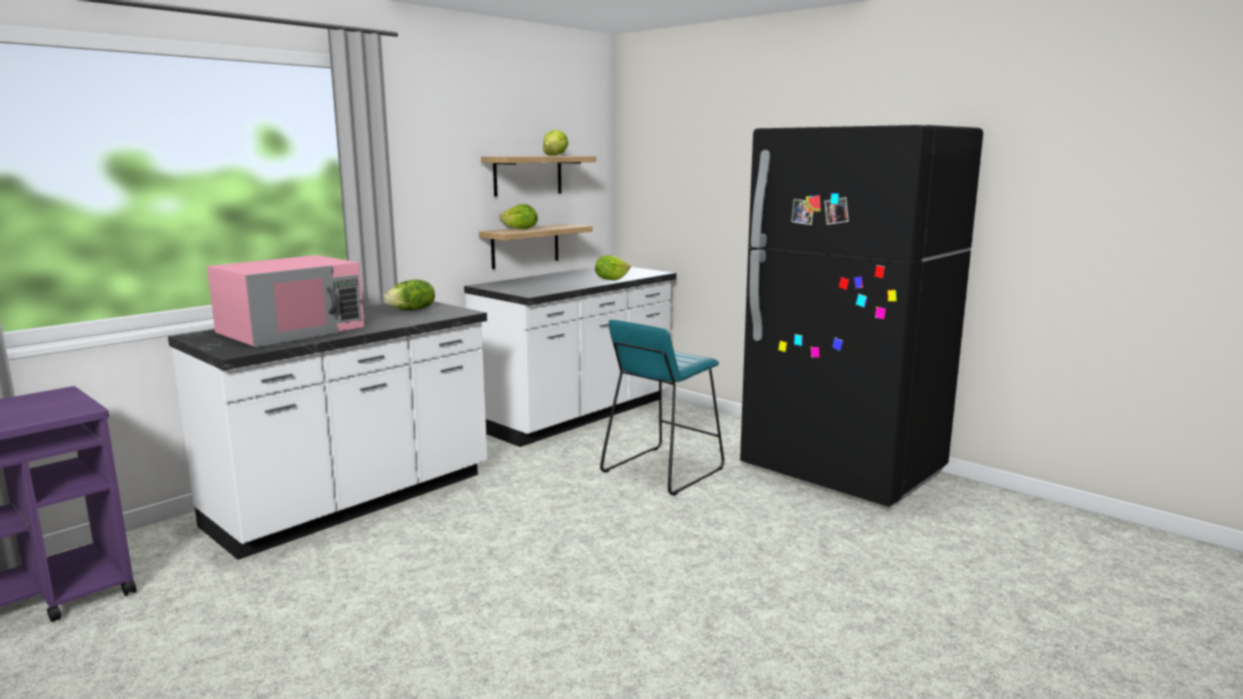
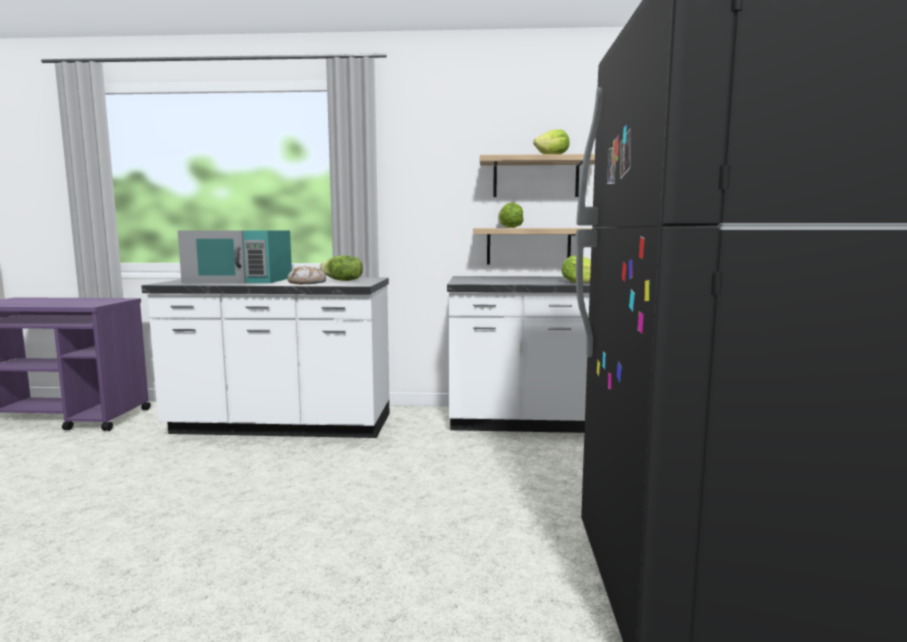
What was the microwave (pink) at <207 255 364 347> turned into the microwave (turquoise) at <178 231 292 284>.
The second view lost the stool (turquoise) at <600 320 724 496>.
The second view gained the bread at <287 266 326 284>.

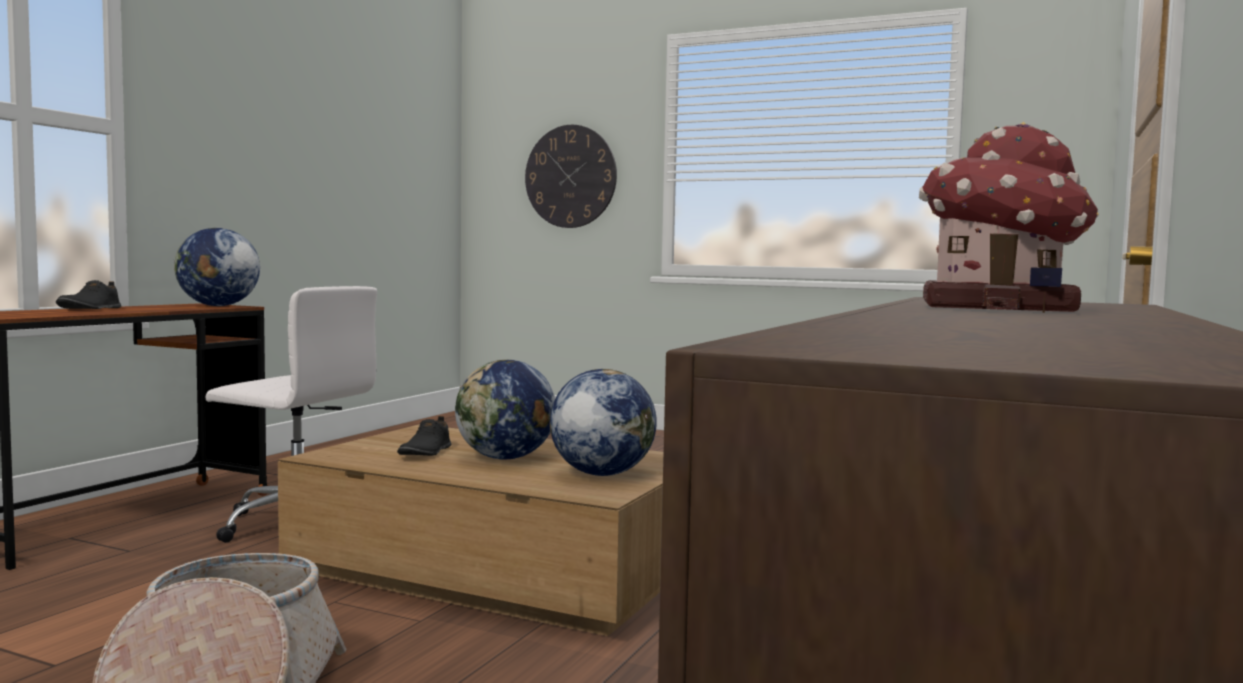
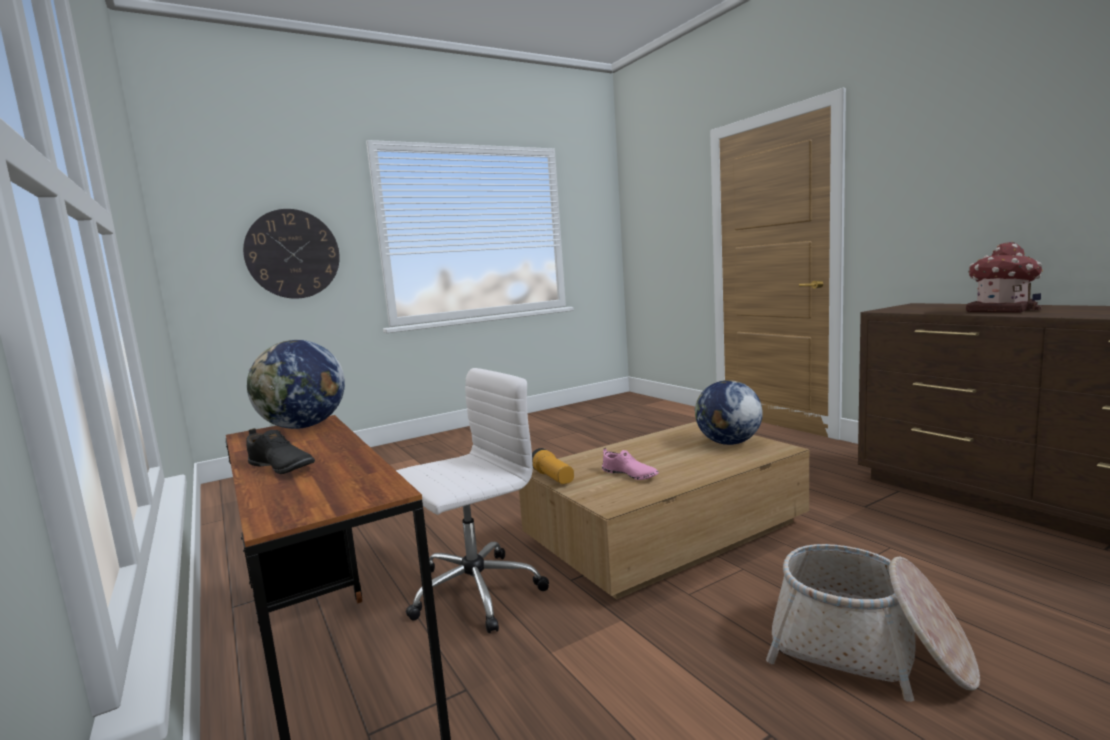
What was the shoe (black) at <397 416 451 456> turned into the shoe (pink) at <602 448 659 480>.
The second view lost the globe at <455 360 555 459>.
The second view gained the flashlight at <532 448 574 484>.

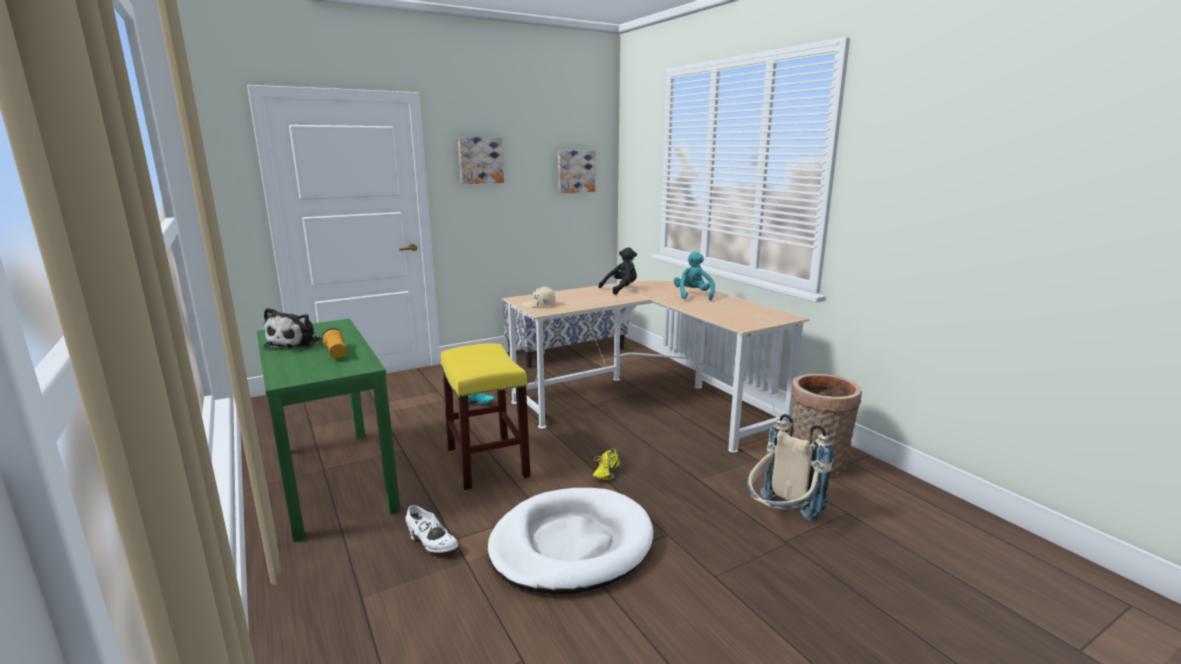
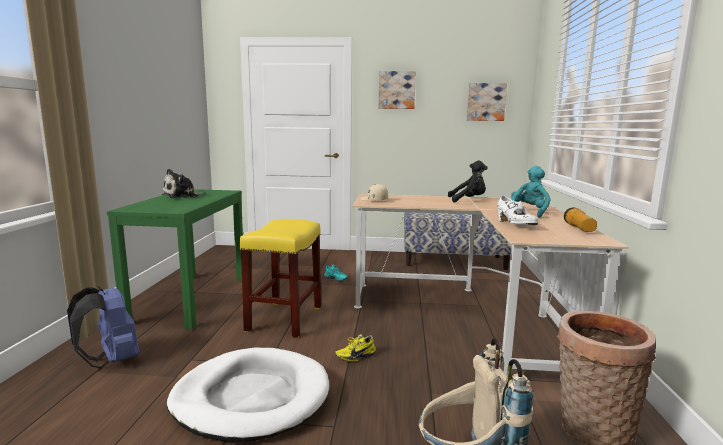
The flashlight ended up elsewhere, having gone from <322 328 347 359> to <564 207 597 232>.
The shoe (white) ended up elsewhere, having gone from <405 505 458 553> to <497 195 538 226>.
The second view gained the backpack (blue) at <67 286 140 368>.

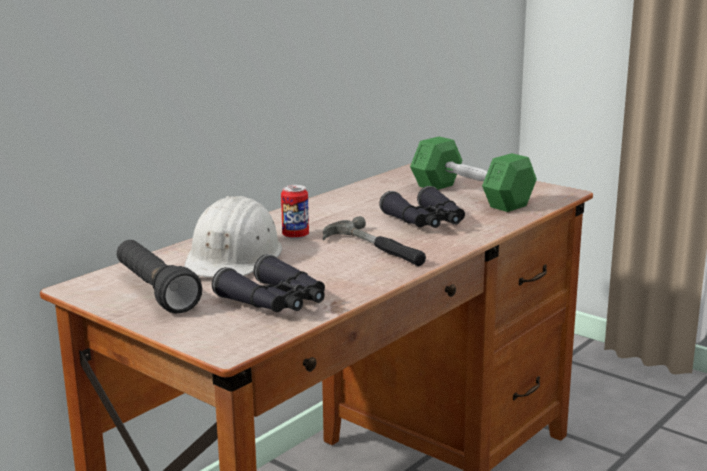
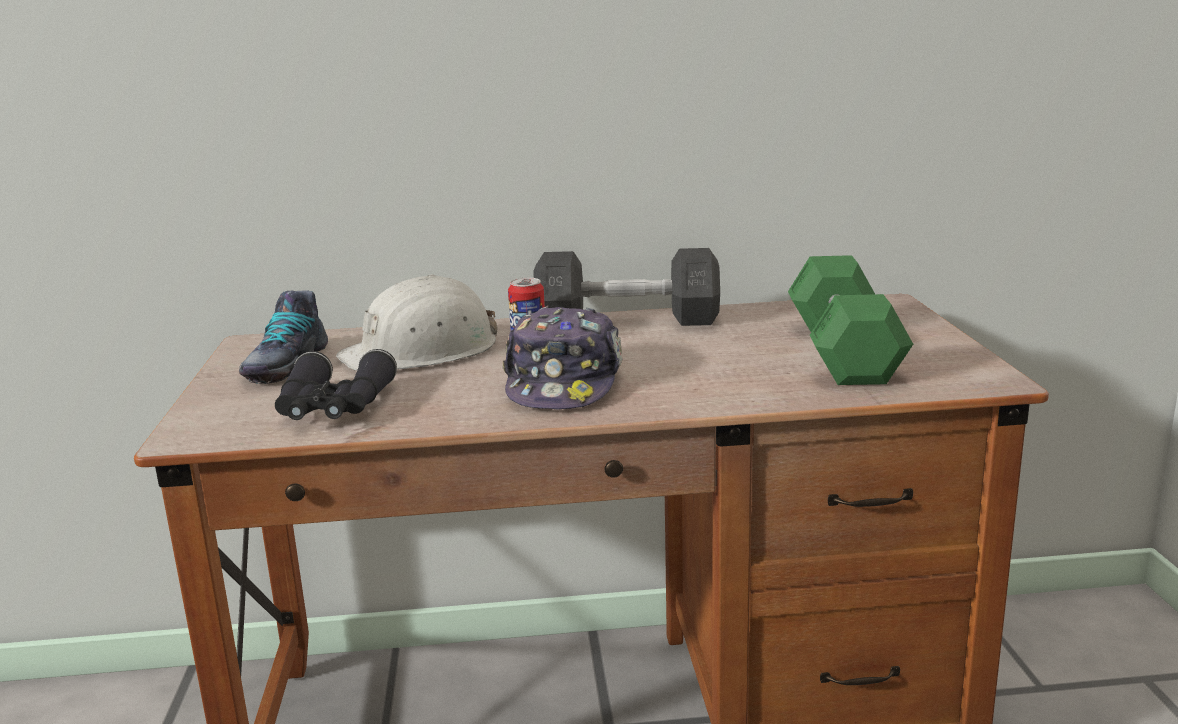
Where the flashlight (black) stood at <117 240 202 314>, the shoe came to stand at <239 290 328 384>.
Where the hammer stood at <323 216 426 266>, the cap came to stand at <502 306 622 410>.
The second view lost the binoculars (black) at <379 186 465 228>.
The second view gained the dumbbell (grey) at <533 248 720 326>.

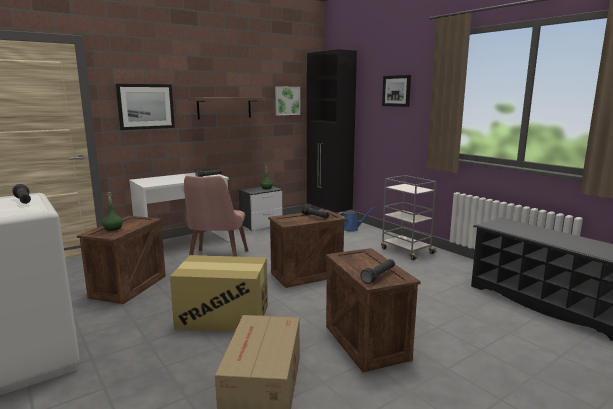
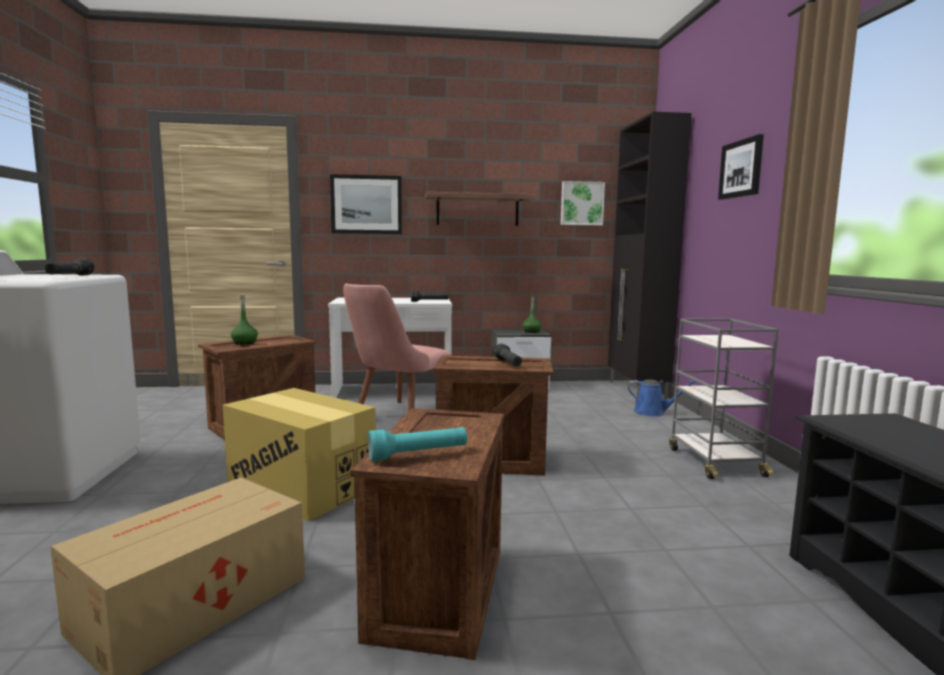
What was the flashlight (black) at <360 259 395 284> turned into the flashlight (turquoise) at <368 427 467 461>.

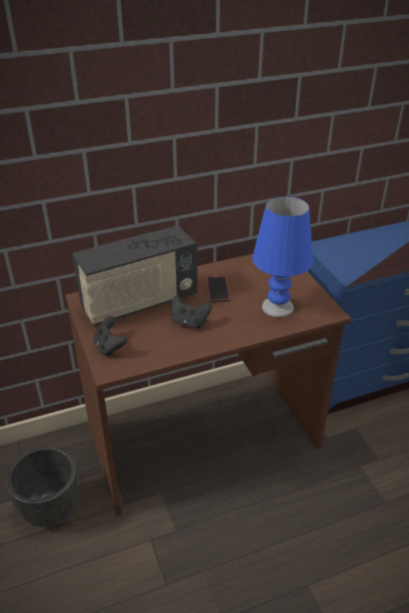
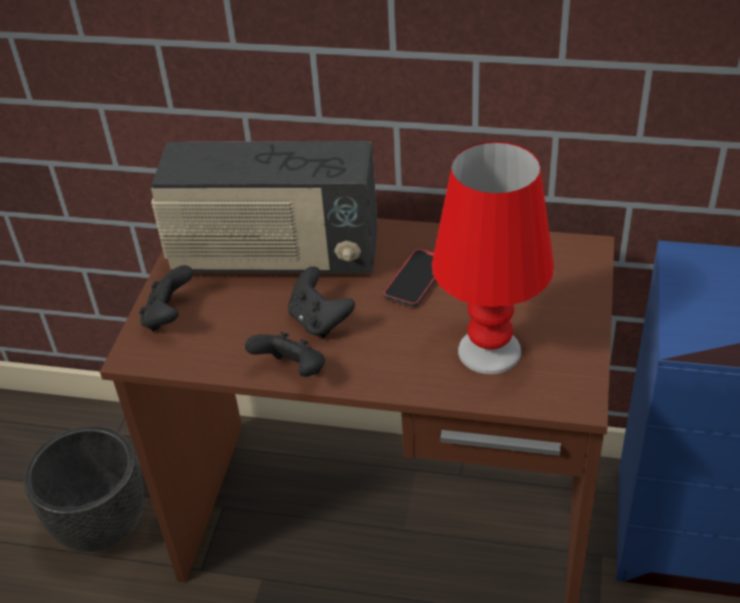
What was the table lamp (blue) at <252 196 313 317> turned into the table lamp (red) at <432 141 554 374>.
The second view gained the game controller (black) at <245 332 325 377>.

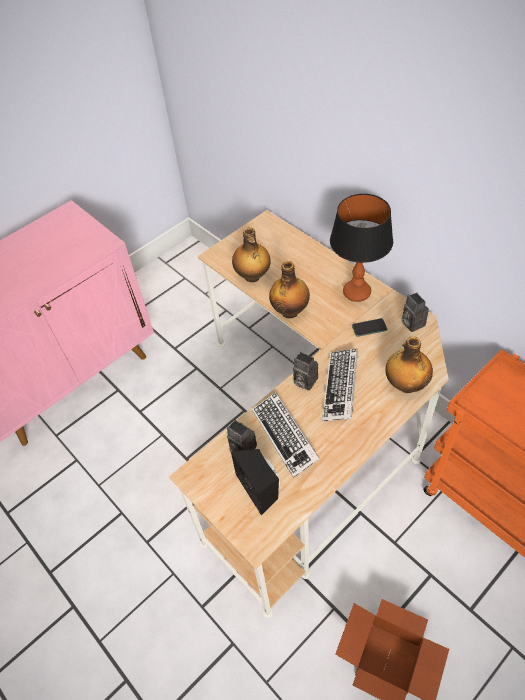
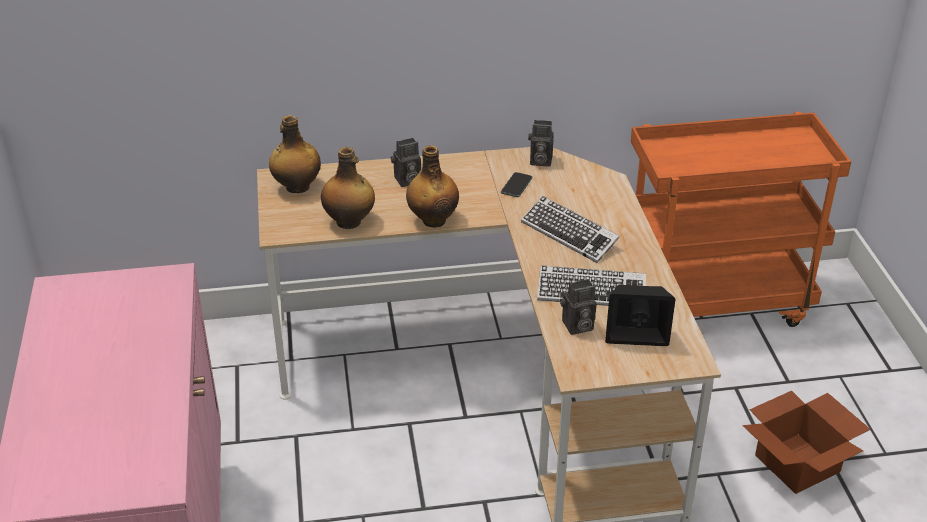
The photo camera ended up elsewhere, having gone from <293 352 318 391> to <390 138 421 187>.
The second view lost the table lamp at <330 194 393 302>.
The bottle ended up elsewhere, having gone from <385 337 433 393> to <269 115 321 193>.

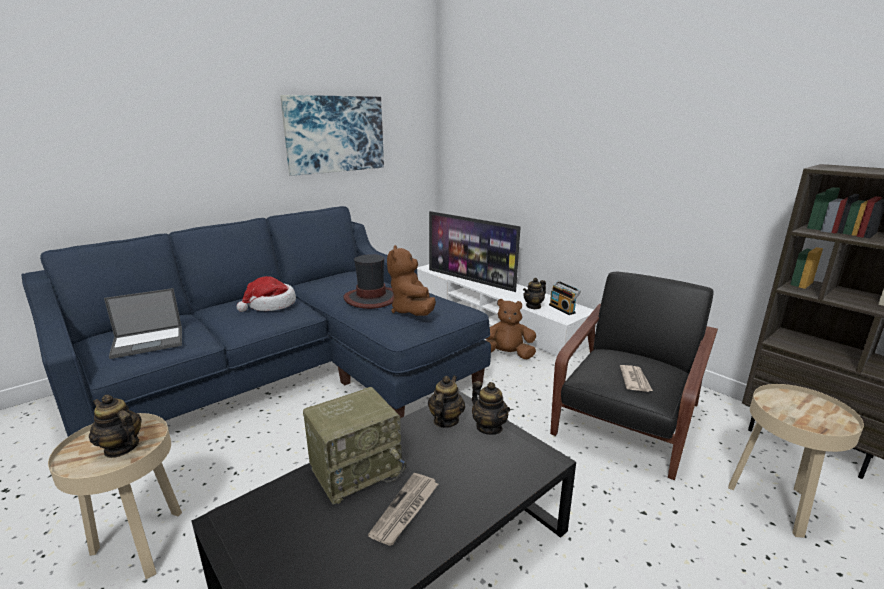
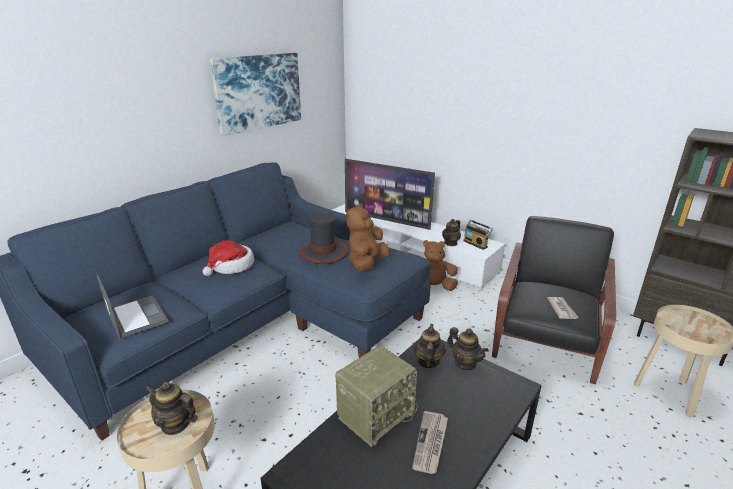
The laptop at <104 288 182 359> ended up facing another way, 90 degrees counterclockwise from before.
The plush toy (brown) at <387 245 436 316> ended up facing another way, 45 degrees clockwise from before.

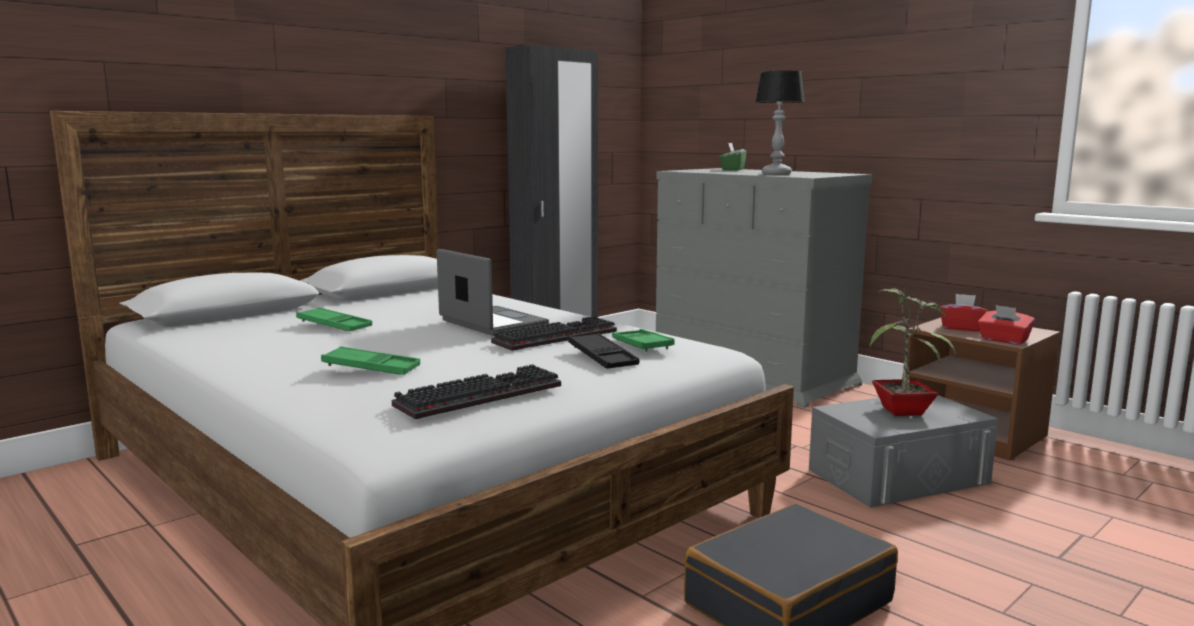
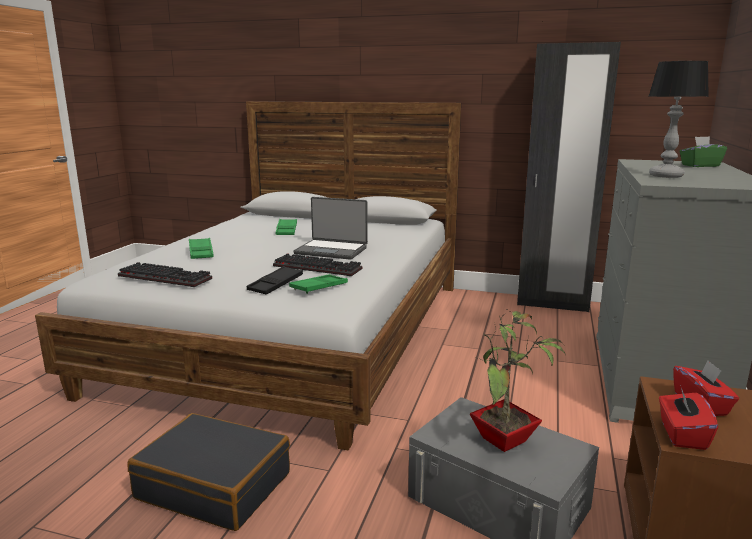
The laptop at <437 249 549 336> ended up facing another way, 90 degrees clockwise from before.

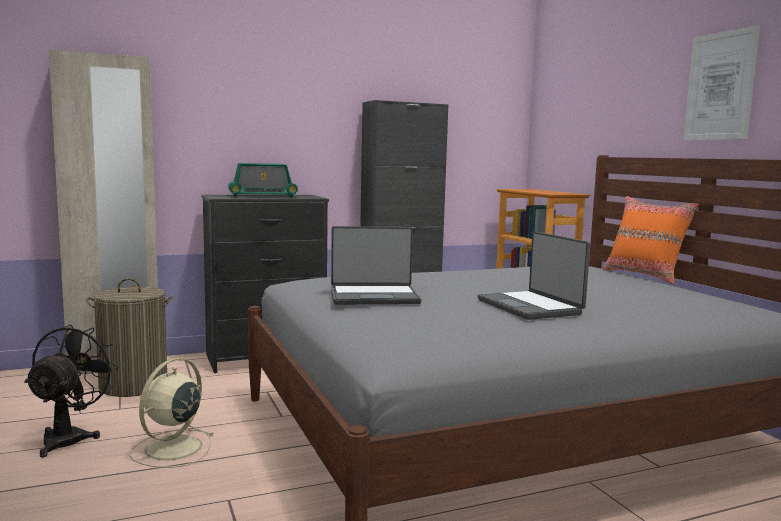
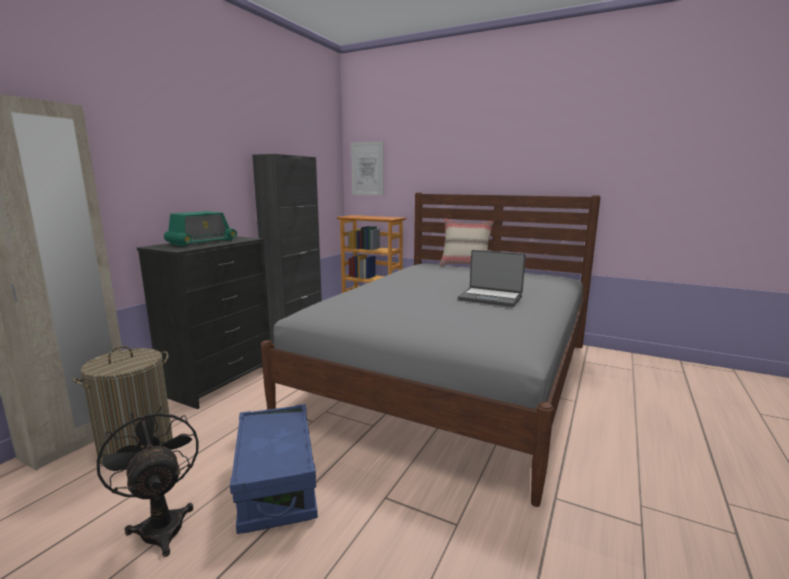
Where the fan (beige) stood at <129 358 214 468>, the storage box (blue) came to stand at <230 404 318 534>.
The second view lost the laptop at <331 226 421 305>.
What was the pillow (orange) at <602 196 699 284> turned into the pillow (beige) at <440 218 494 265>.
The picture ended up elsewhere, having gone from <684 25 760 140> to <351 141 384 195>.

